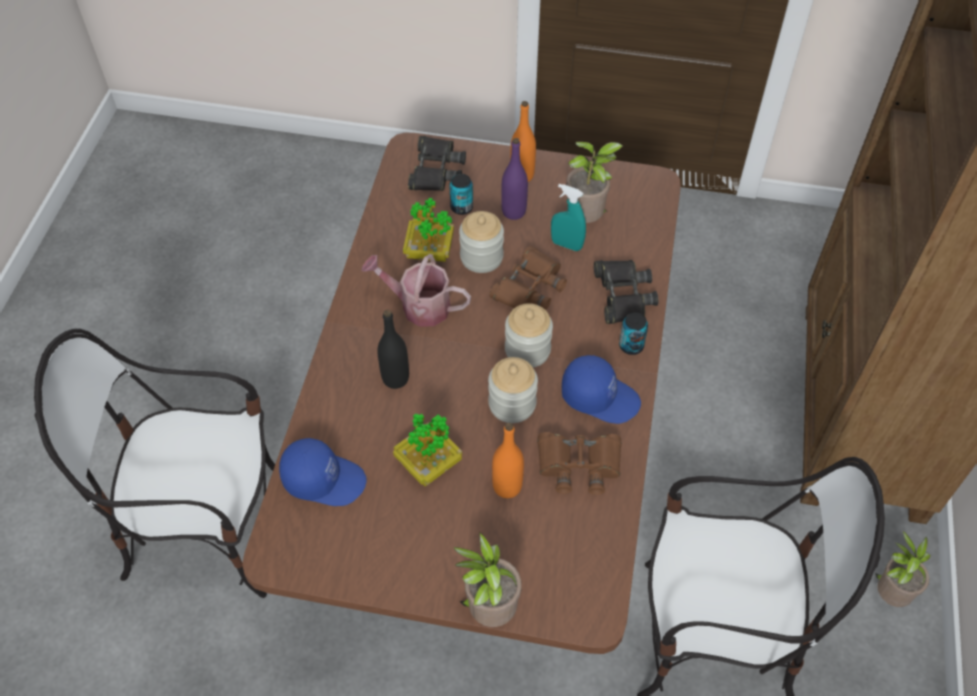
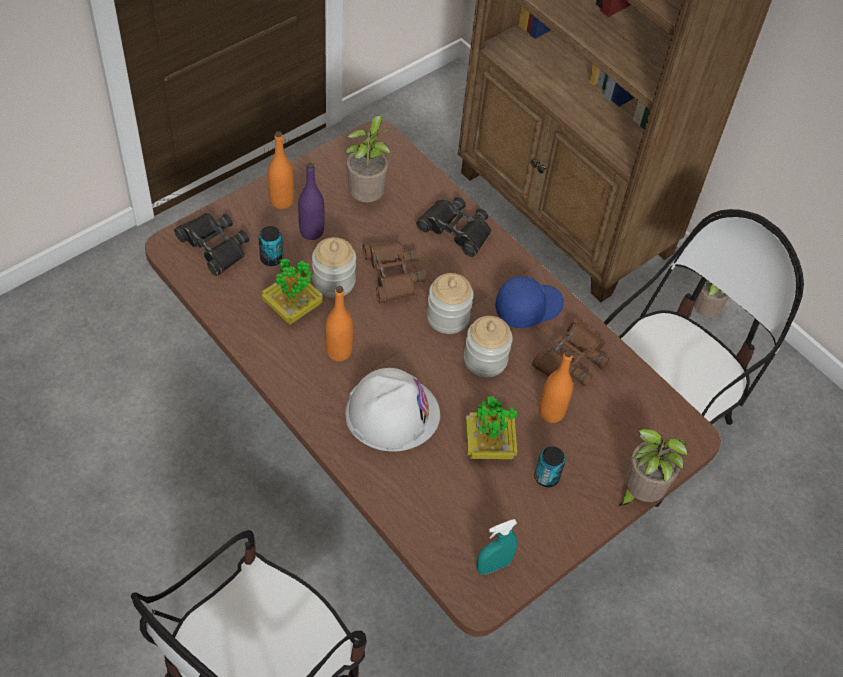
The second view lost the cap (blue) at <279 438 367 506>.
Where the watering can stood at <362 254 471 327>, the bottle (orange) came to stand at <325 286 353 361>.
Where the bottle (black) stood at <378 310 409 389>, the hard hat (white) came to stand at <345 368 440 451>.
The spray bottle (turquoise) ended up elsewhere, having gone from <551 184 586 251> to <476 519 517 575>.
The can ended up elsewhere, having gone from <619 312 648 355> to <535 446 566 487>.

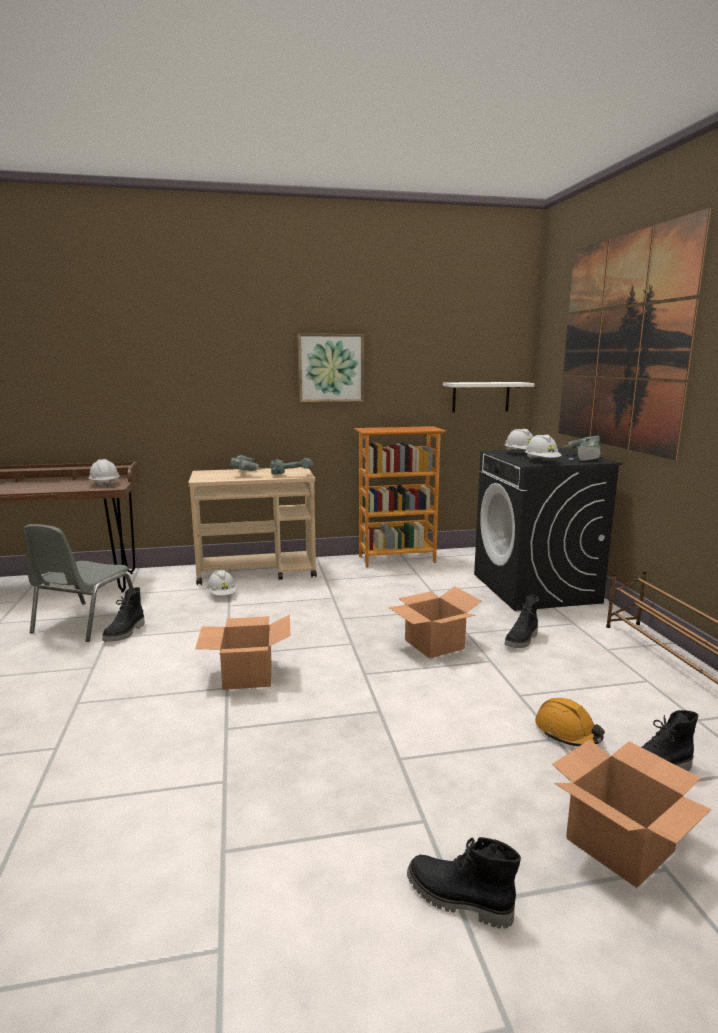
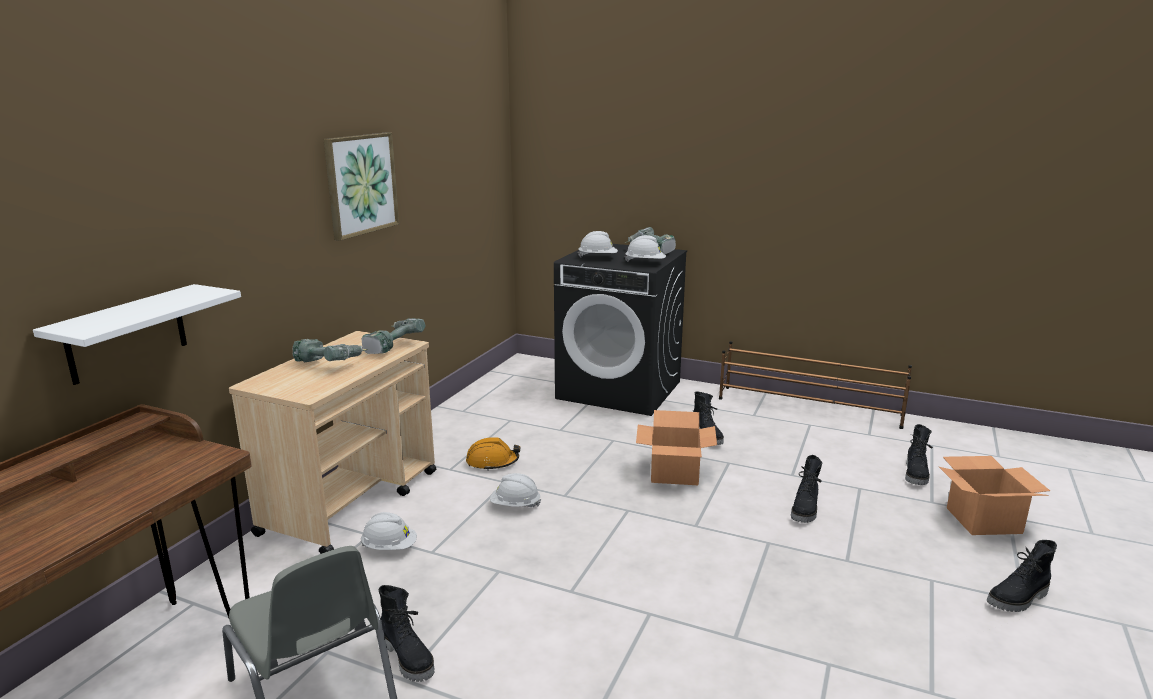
The hard hat (white) ended up elsewhere, having gone from <89 459 120 488> to <490 473 541 507>.
The second view lost the cardboard box at <195 615 291 690>.
The second view lost the bookcase at <354 426 446 568>.
The shelf (white) ended up elsewhere, having gone from <443 382 534 412> to <33 284 241 385>.
The hard hat (orange) ended up elsewhere, having gone from <535 698 605 746> to <466 437 521 471>.
The second view lost the picture at <558 208 711 460>.
The second view gained the boot (black) at <791 455 822 523>.

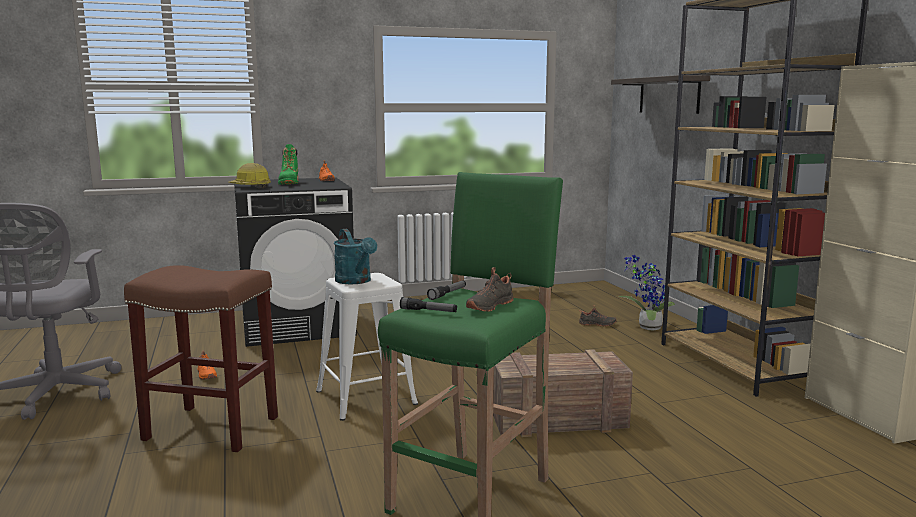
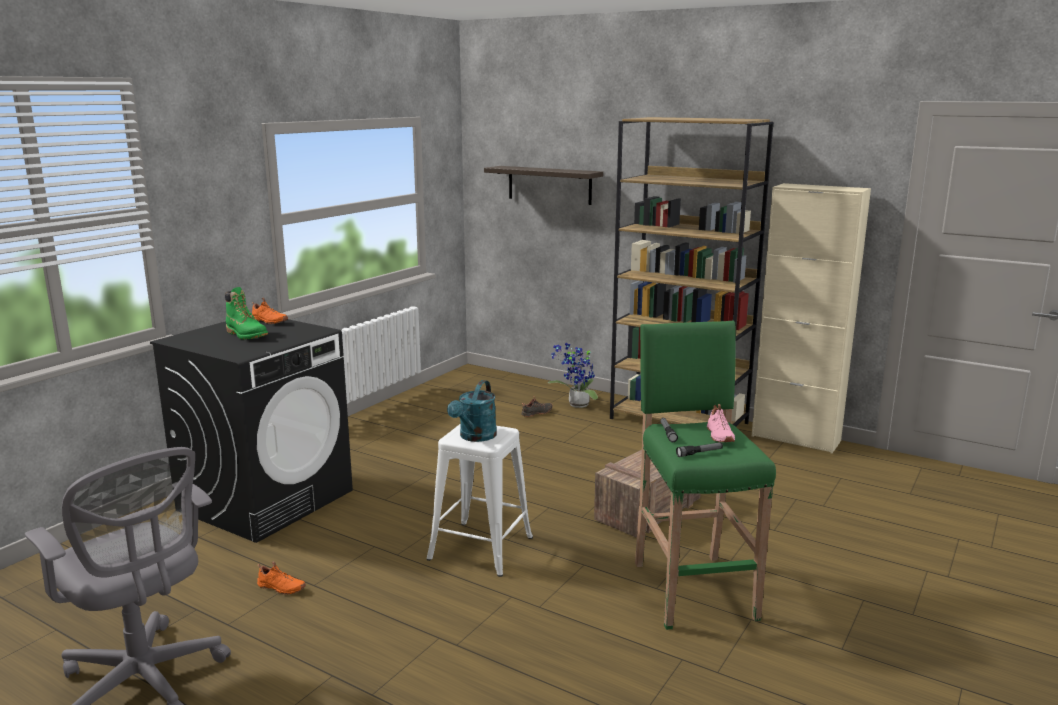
The second view lost the stool (brown) at <124 265 278 452>.
The second view lost the hard hat at <228 163 271 188>.
The watering can (turquoise) at <334 229 377 284> ended up facing another way, 90 degrees clockwise from before.
What was the shoe (black) at <466 267 513 312> turned into the shoe (pink) at <707 404 735 442>.

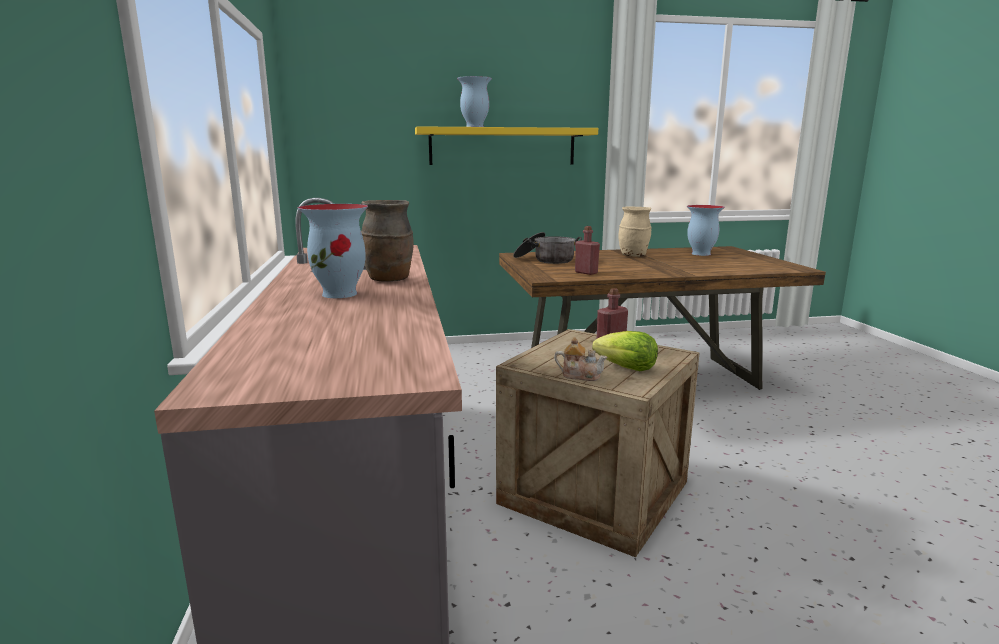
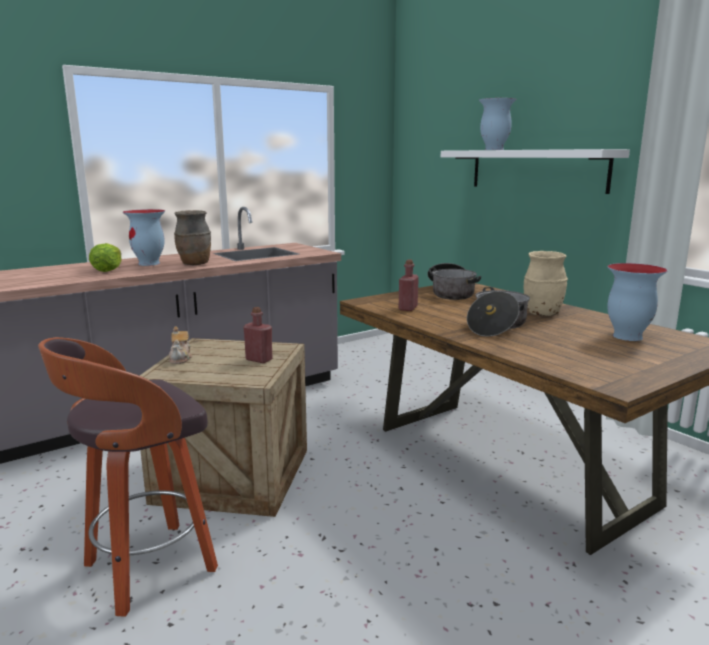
What was the shelf (yellow) at <415 126 598 165> turned into the shelf (white) at <441 149 630 194>.
The lettuce ended up elsewhere, having gone from <592 331 658 371> to <89 243 122 272>.
The second view gained the stool at <38 337 218 617>.
The second view gained the cooking pot at <467 287 530 337>.

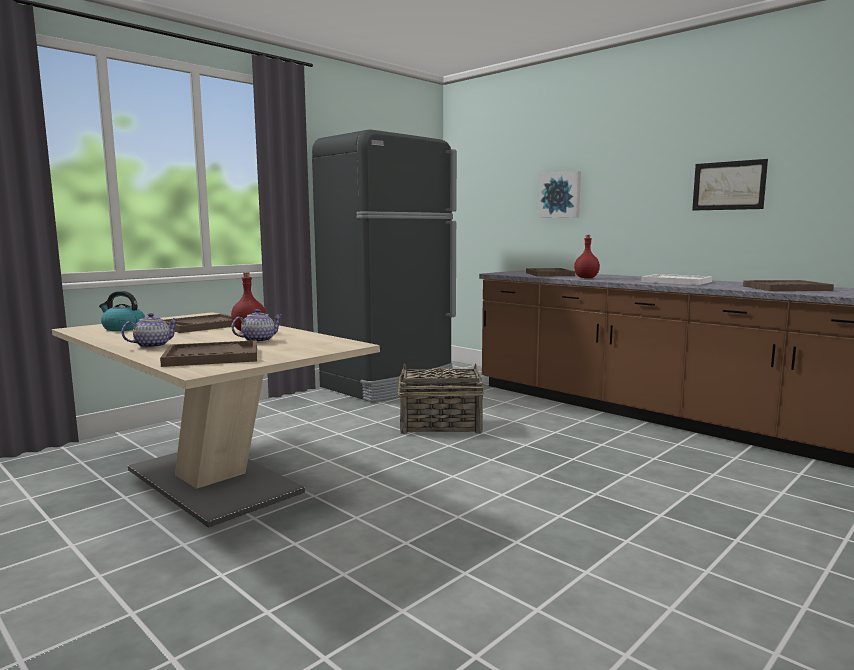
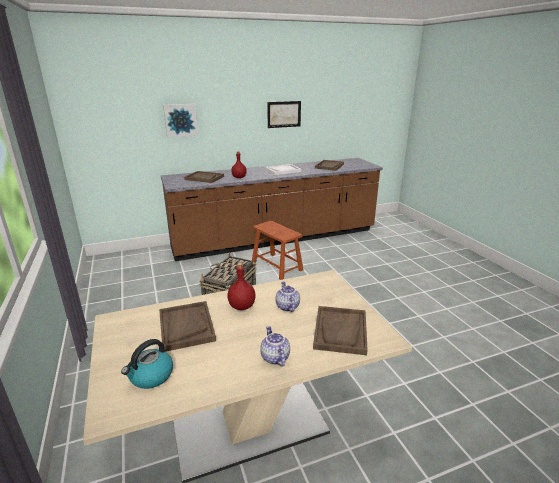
The second view lost the fridge (black) at <312 129 457 402>.
The second view gained the stool (brown) at <252 221 303 280>.

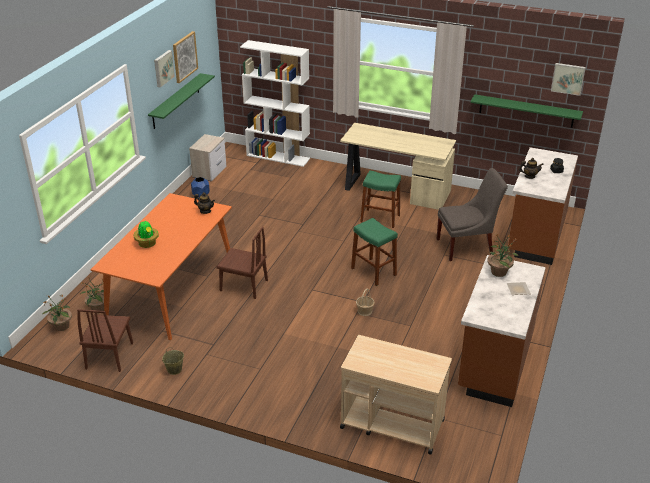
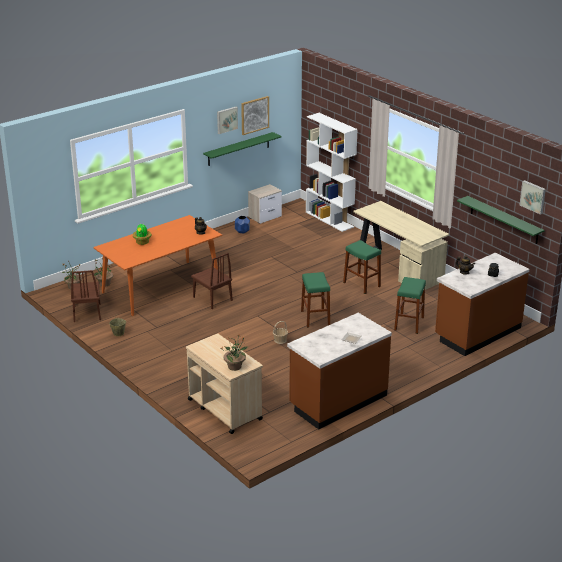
The chair (brown) at <77 309 133 372> ended up facing another way, 45 degrees counterclockwise from before.
Where the chair (grey) stood at <437 168 508 261>, the stool (green) came to stand at <394 277 426 334>.
The potted plant ended up elsewhere, having gone from <487 235 518 277> to <221 334 248 371>.

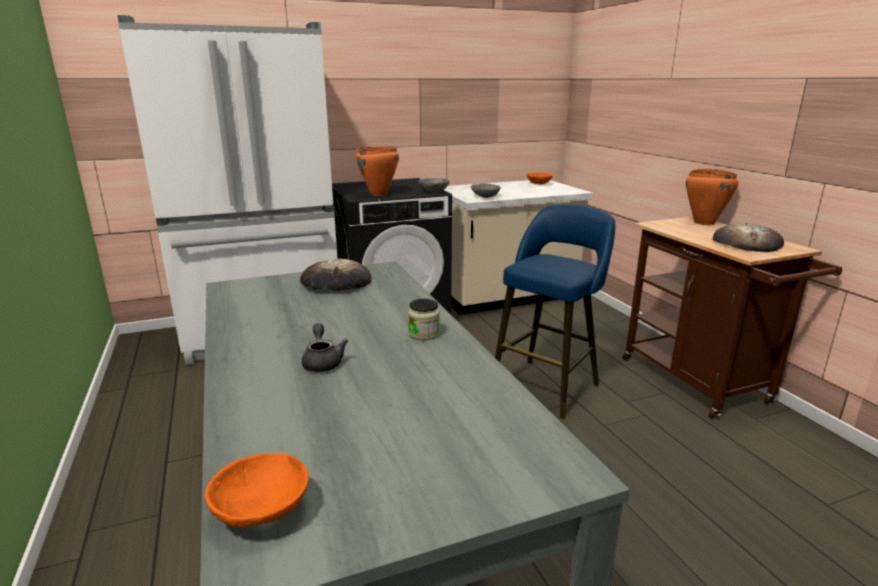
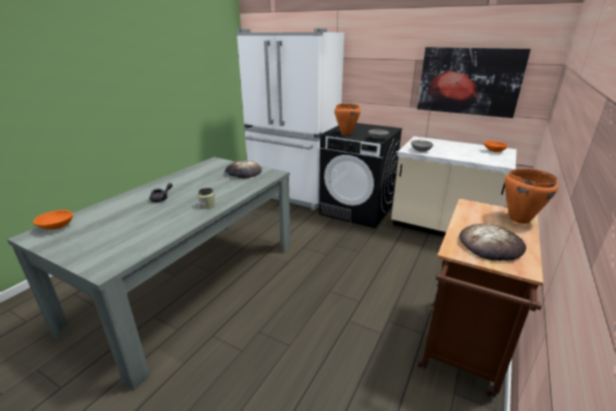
The second view lost the stool (blue) at <495 204 615 419>.
The second view gained the picture at <417 47 531 118>.

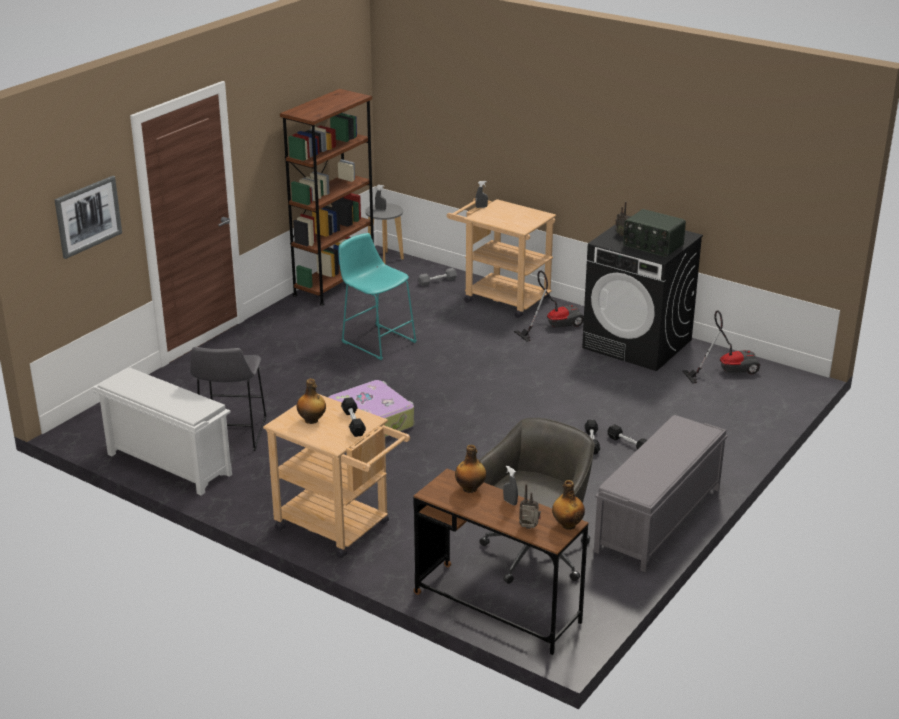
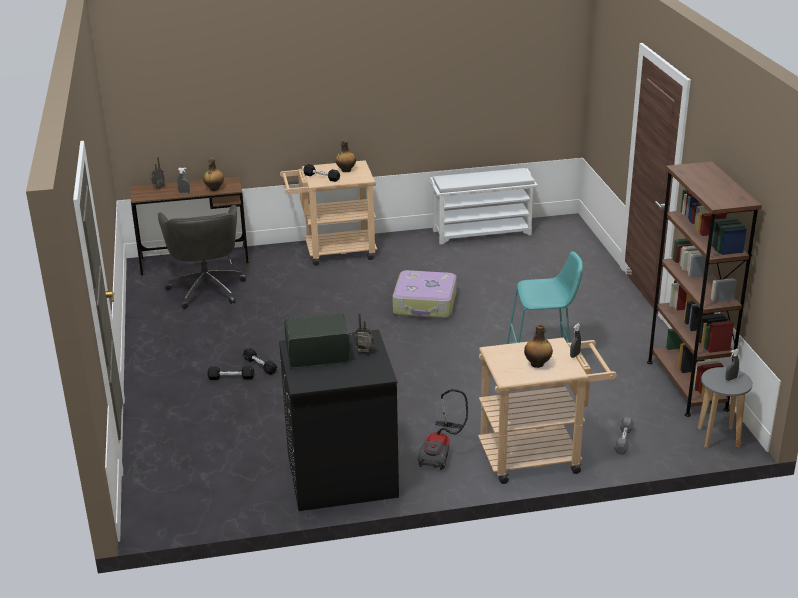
The second view lost the picture at <54 176 122 259>.
The second view lost the stool (grey) at <190 347 266 451>.
The bottle ended up elsewhere, having gone from <552 480 585 530> to <524 324 553 368>.
The second view lost the bench (grey) at <594 415 728 572>.
The second view lost the vacuum cleaner at <683 310 761 384>.

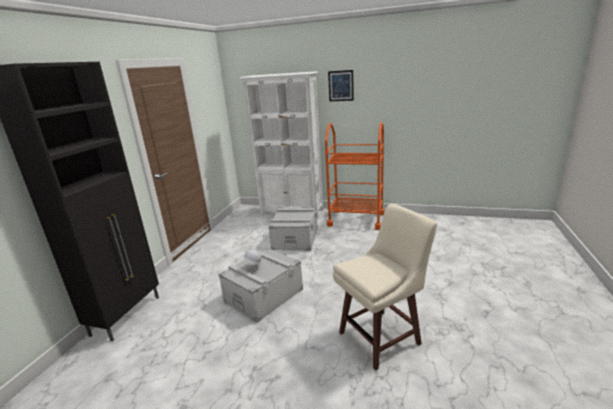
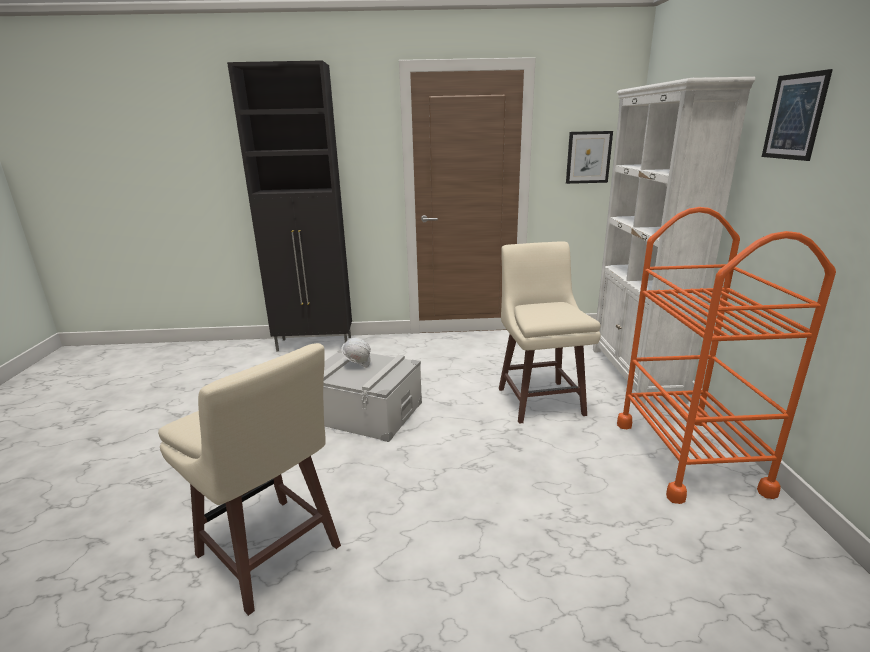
Where the storage box (grey) stood at <269 206 318 251>, the stool (beige) came to stand at <499 241 601 424>.
The second view gained the picture at <566 131 613 184>.

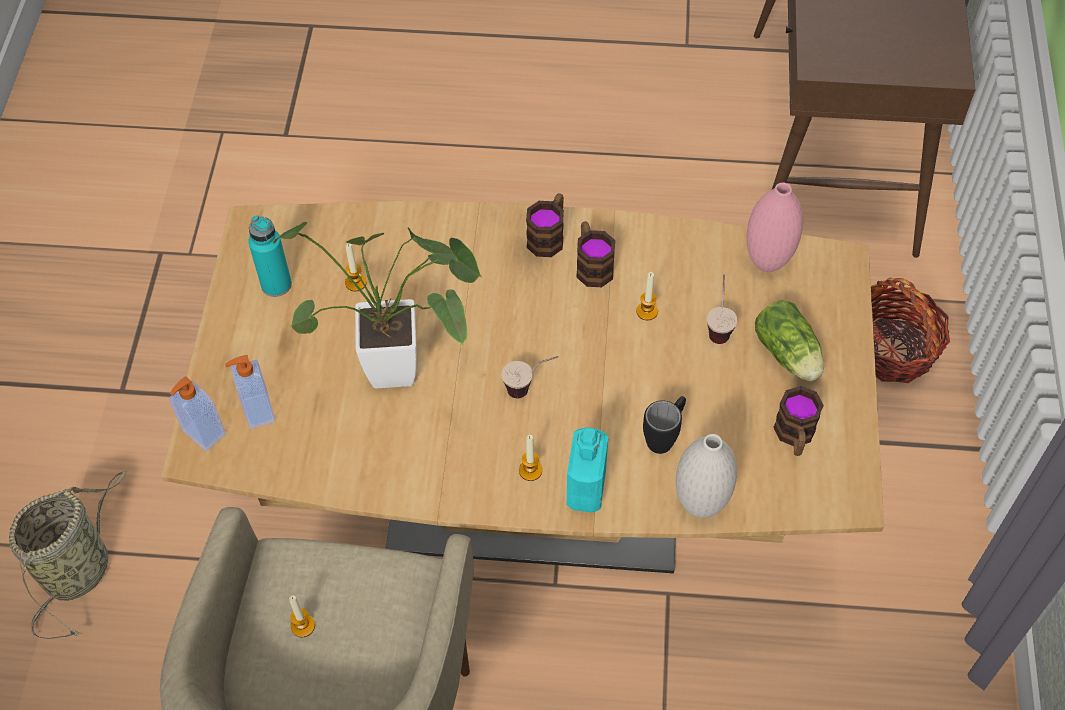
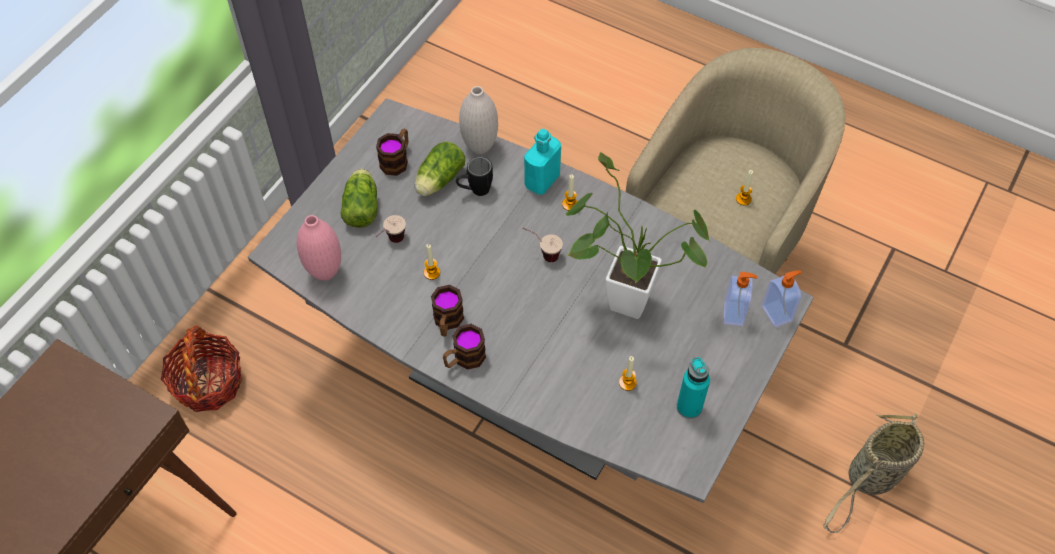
What was the dining table (brown) at <162 201 884 573> turned into the dining table (grey) at <248 98 814 503>.
The second view gained the lettuce at <415 141 465 196>.

